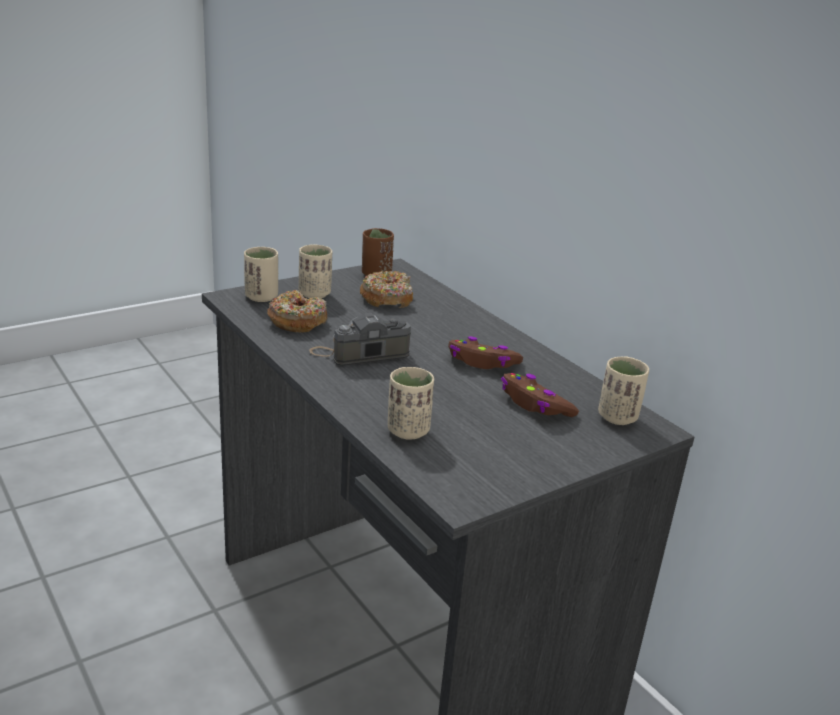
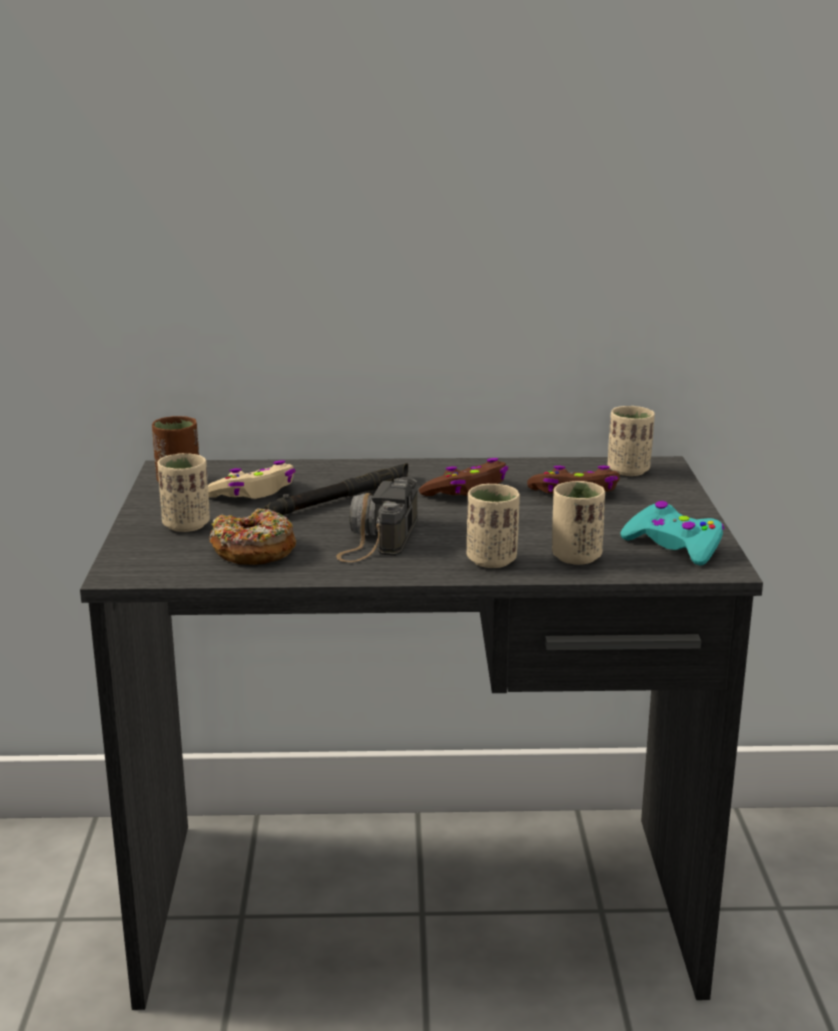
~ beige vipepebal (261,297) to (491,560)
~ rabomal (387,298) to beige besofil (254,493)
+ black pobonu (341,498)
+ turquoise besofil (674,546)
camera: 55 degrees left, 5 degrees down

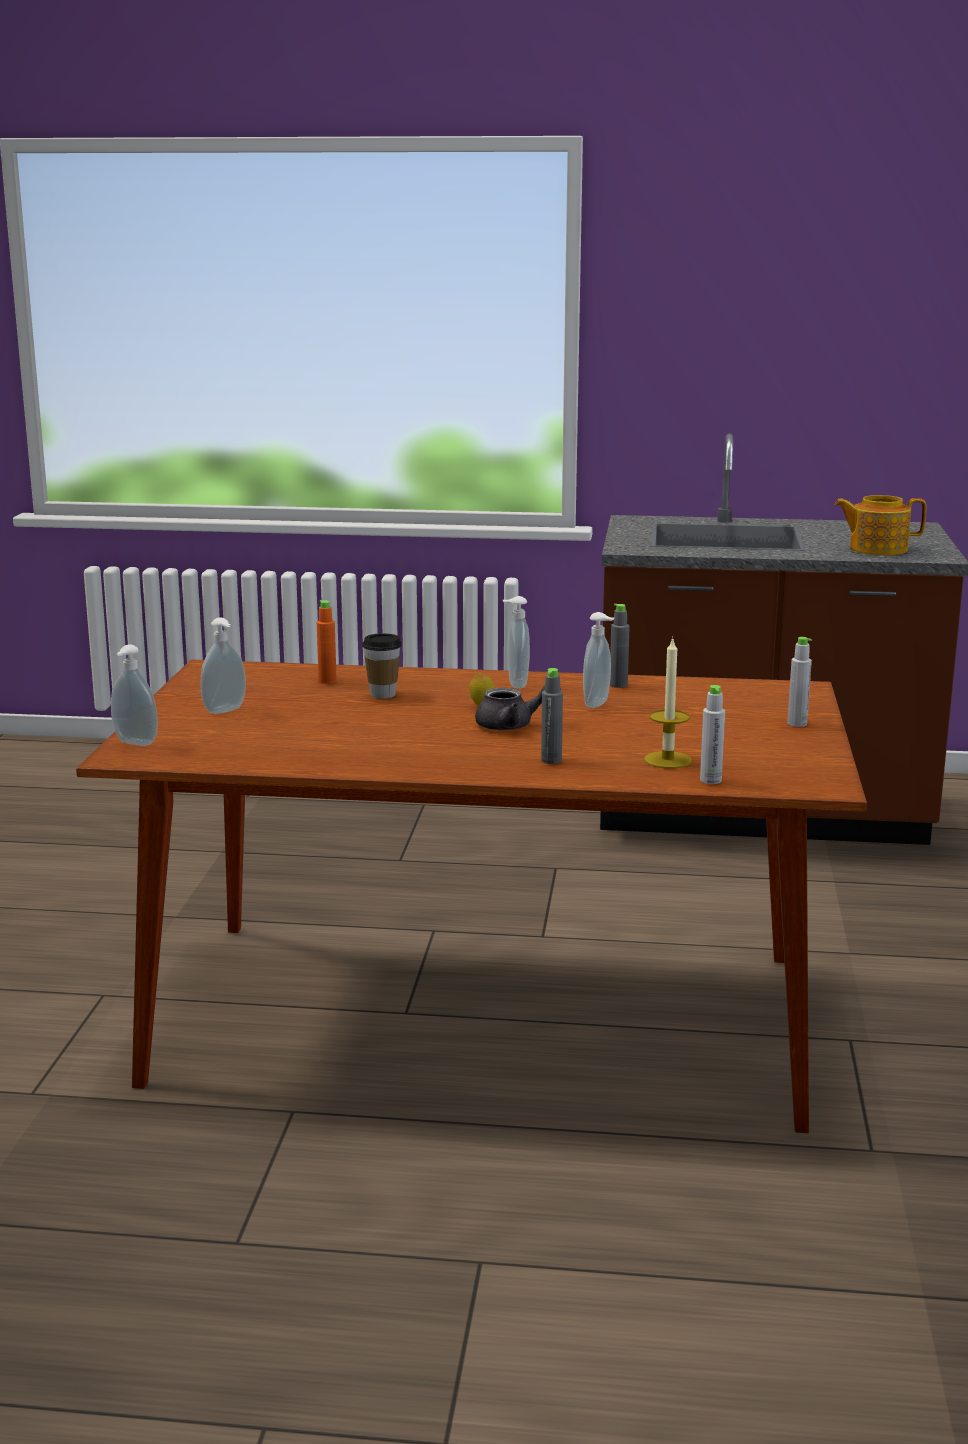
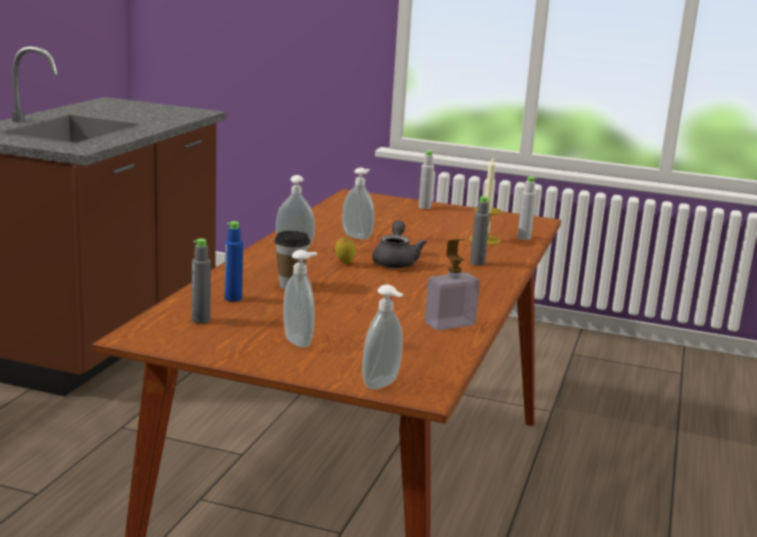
- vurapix (877,549)
~ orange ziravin (327,681) to blue ziravin (233,298)
~ grey ziravin (618,685) to (201,320)
+ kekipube (450,324)
camera: 80 degrees left, 0 degrees up

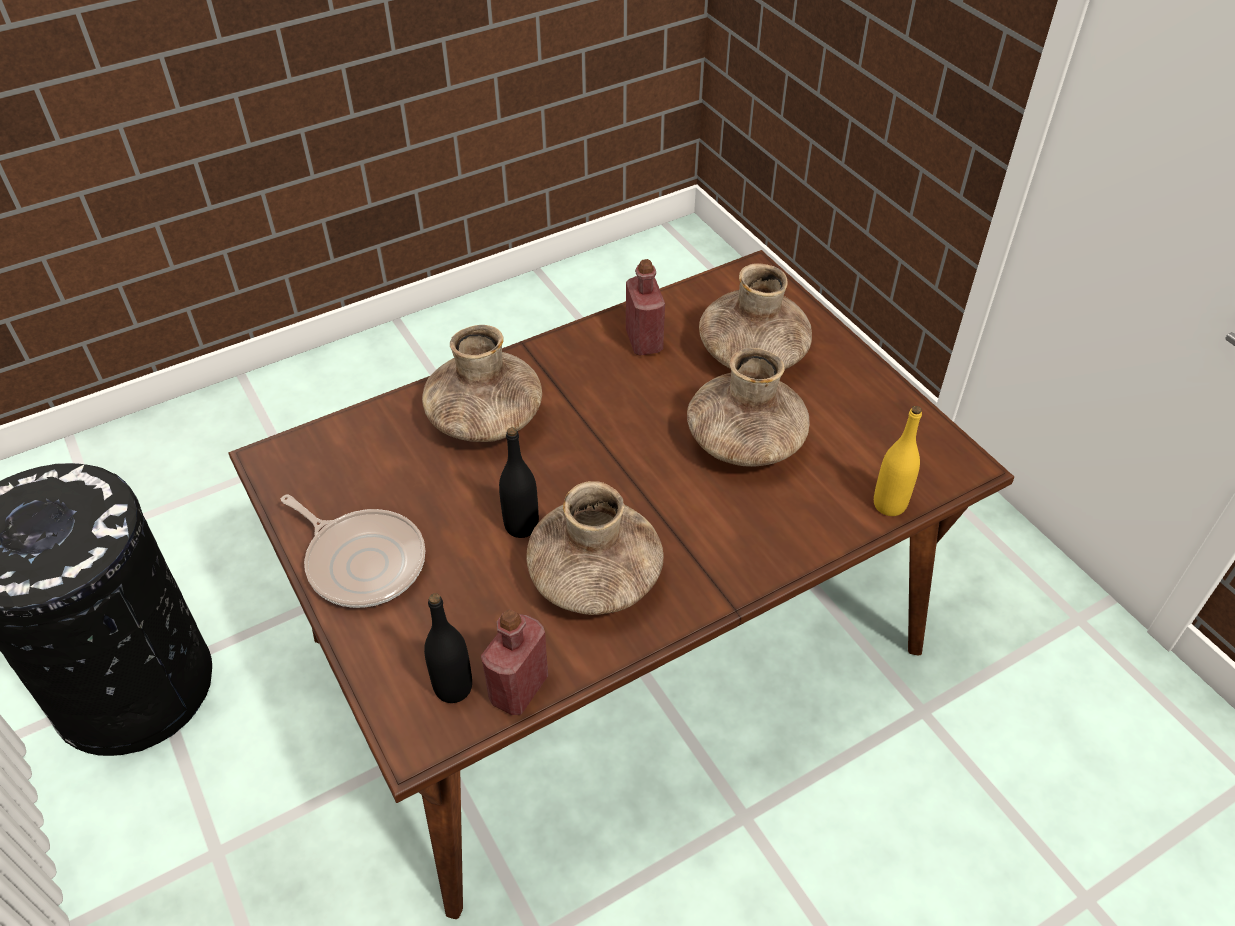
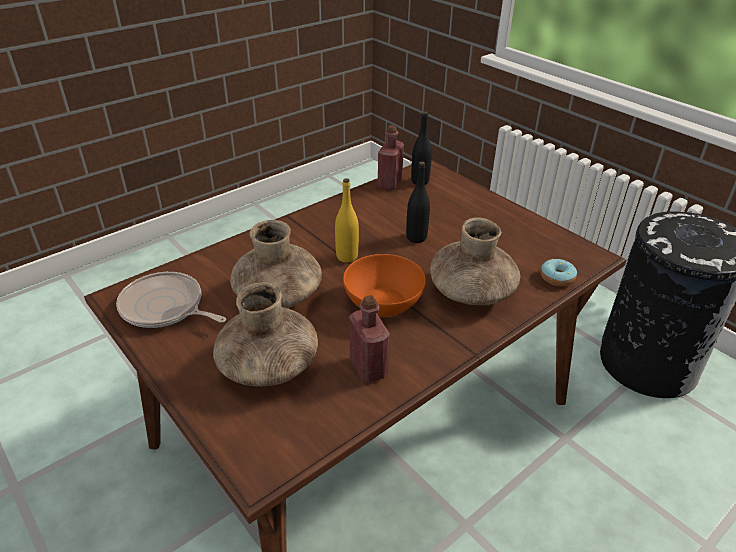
~ yellow ziravin (889,504) to (347,257)
- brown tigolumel (595,578)
~ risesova (362,561) to (165,307)
+ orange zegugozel (384,302)
+ rabomal (557,278)
camera: 170 degrees right, 10 degrees down

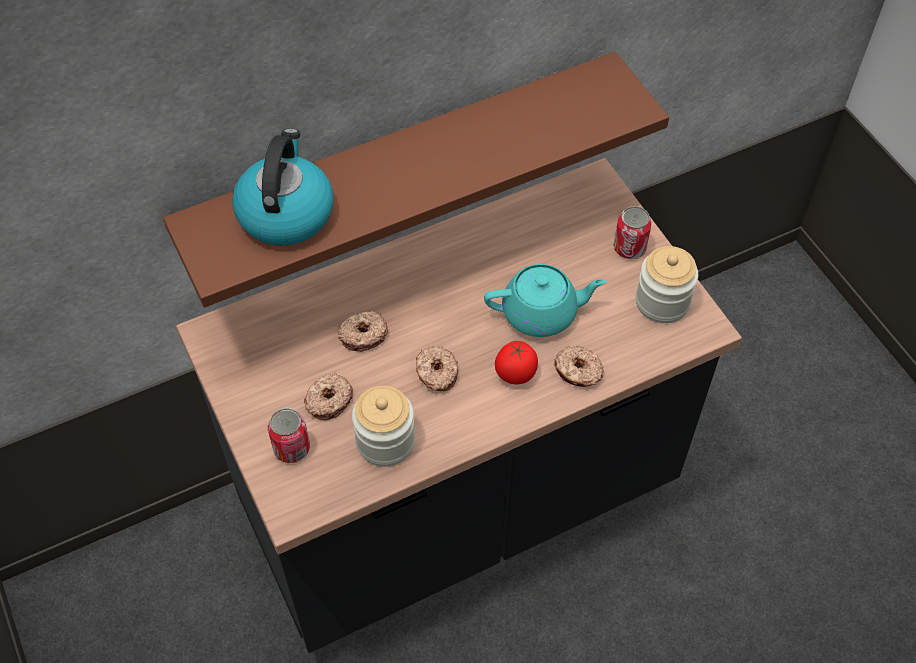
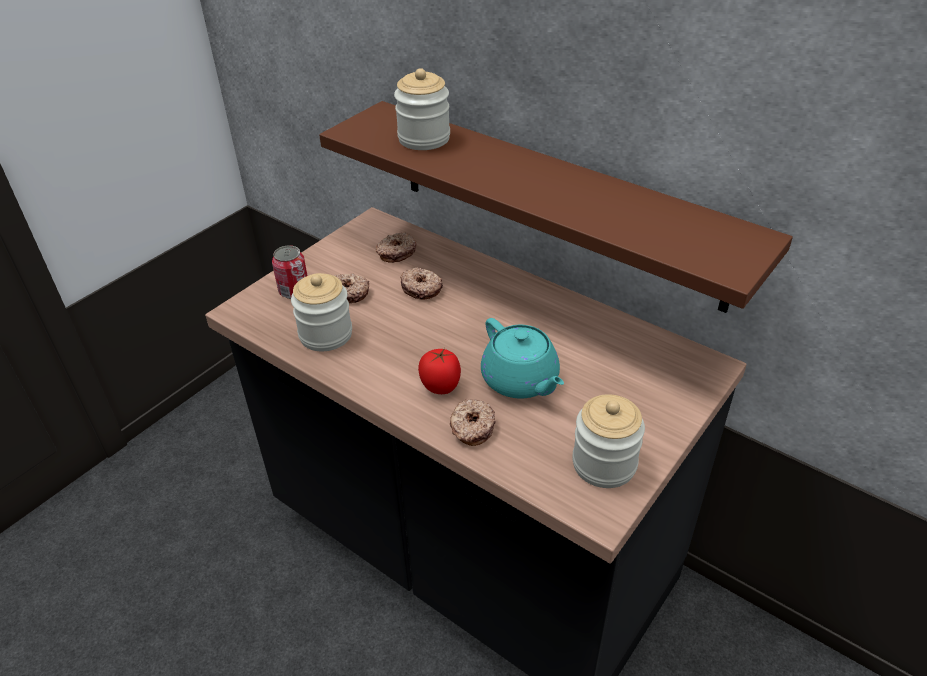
~ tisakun (285,212) to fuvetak (424,139)
- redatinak (629,248)
~ rabomal (436,373) to (396,252)
camera: 65 degrees right, 15 degrees down

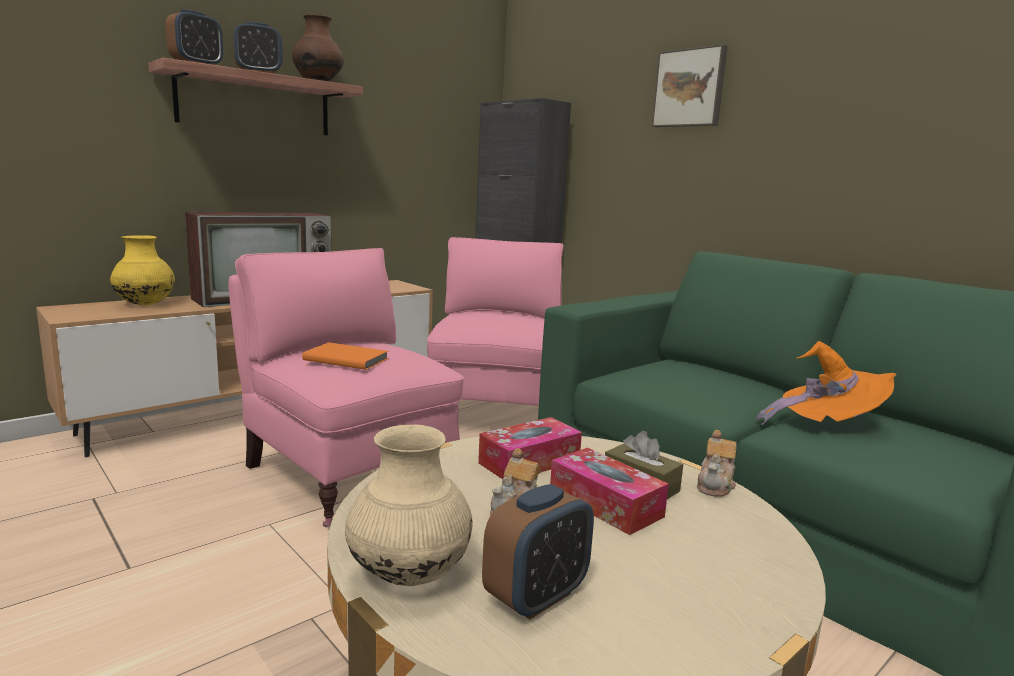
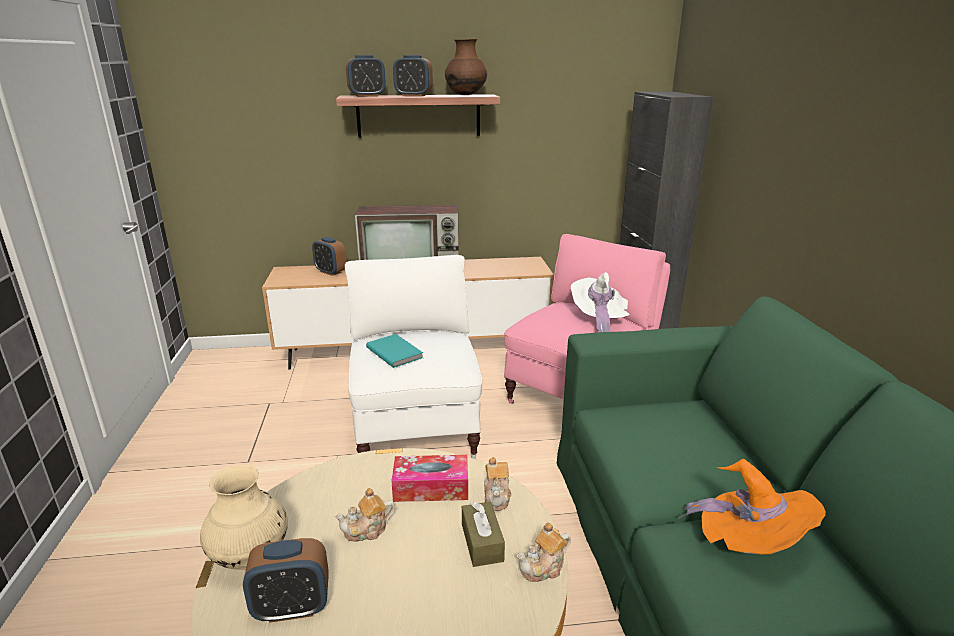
- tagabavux (690,88)
~ yellow tigolumel (145,304) to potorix (330,272)
~ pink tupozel (347,473) to white tupozel (416,426)
~ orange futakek (346,359) to turquoise futakek (395,352)
- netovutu (605,504)
+ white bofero (598,319)
+ vurapix (497,496)
camera: 35 degrees right, 10 degrees up

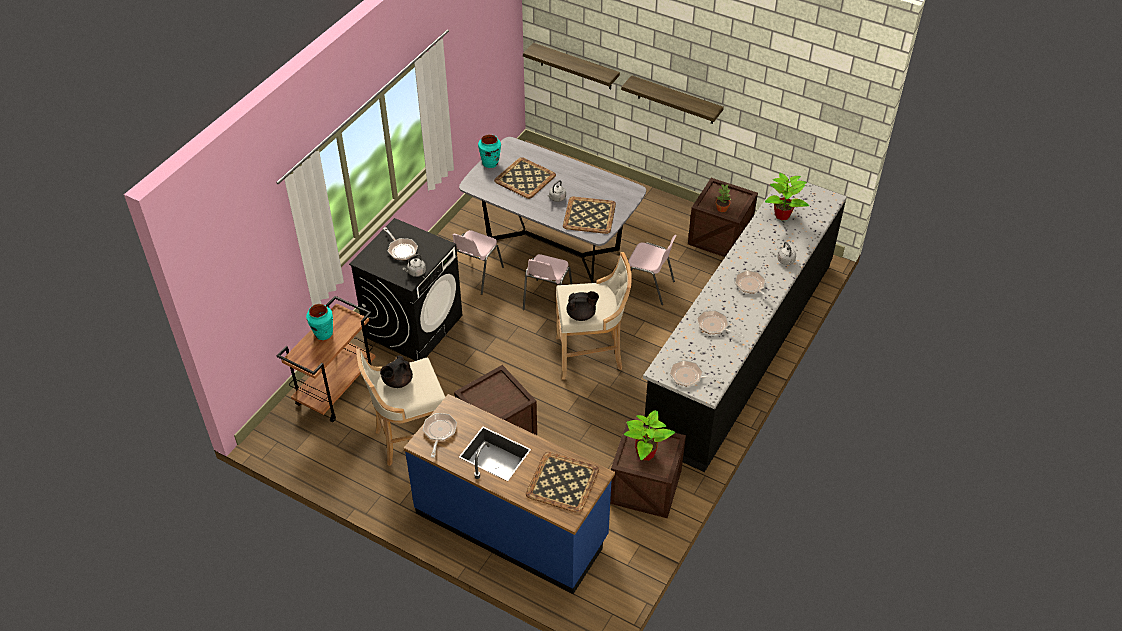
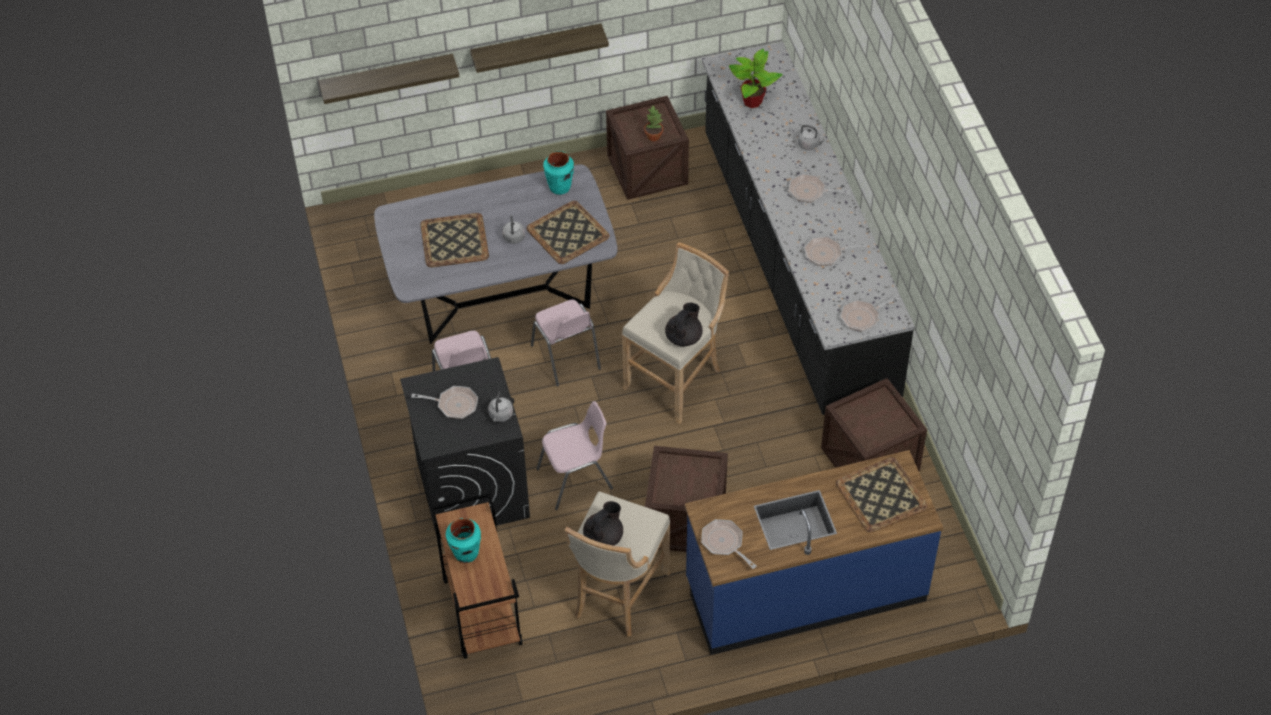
~ turquoise tigolumel (490,163) to (559,187)
~ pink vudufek (648,287) to (576,479)
~ black vurapix (397,382) = (604,537) 135 degrees counterclockwise
- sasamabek (645,454)
camera: 45 degrees left, 5 degrees up

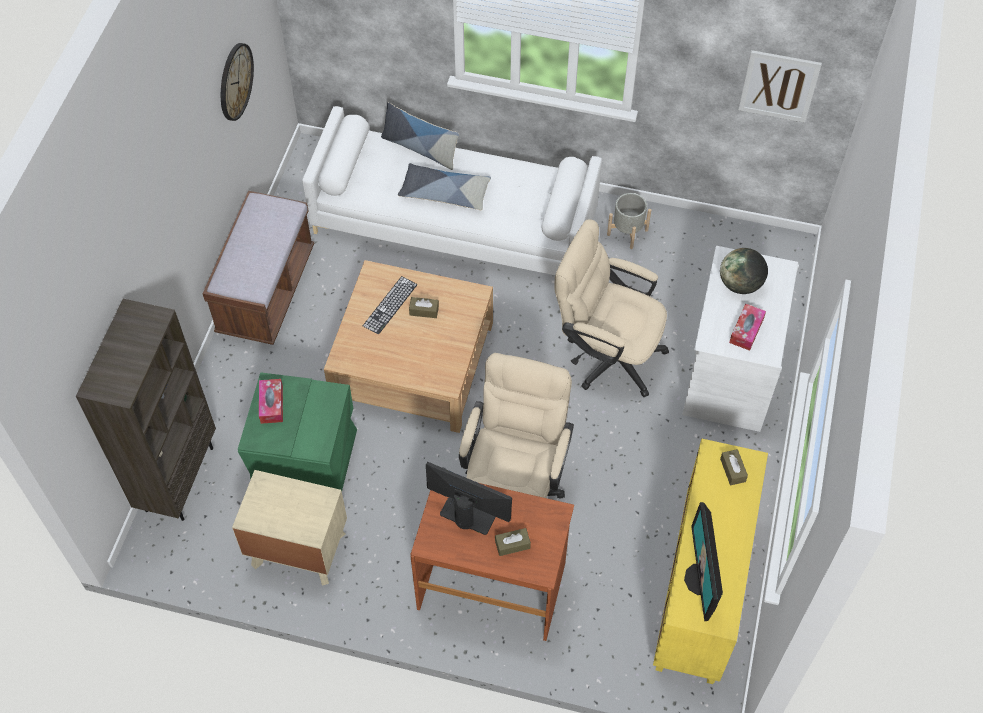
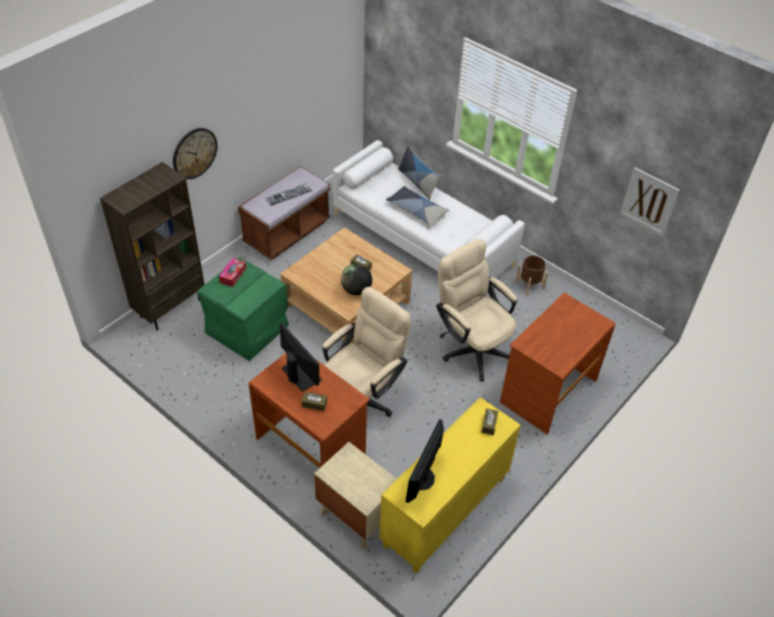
~ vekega (235,81) to (194,153)
~ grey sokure (627,232) to brown sokure (529,285)
~ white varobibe (729,372) to brown varobibe (547,390)
~ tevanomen (740,284) to (356,290)
~ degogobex (390,305) to (288,194)
- netovutu (746,330)
~ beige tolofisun (298,549) to (356,515)
camera: 25 degrees right, 10 degrees down

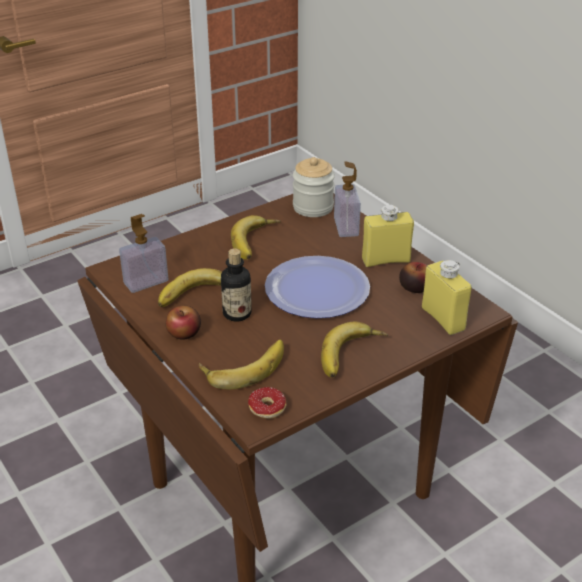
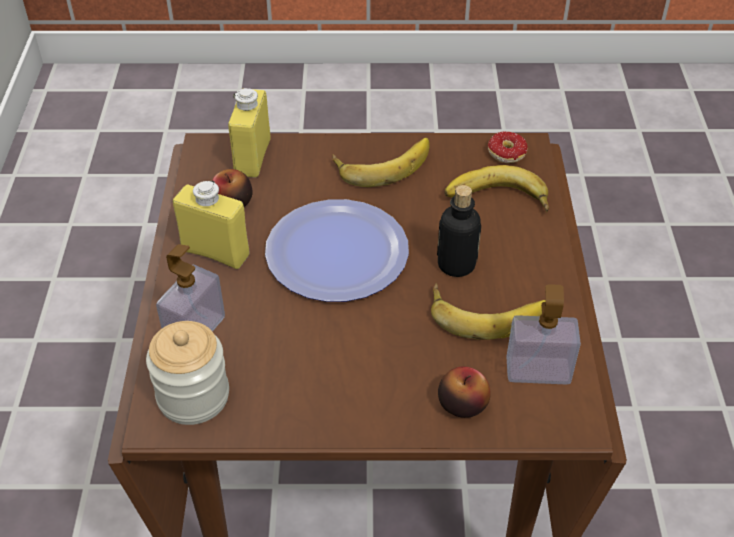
- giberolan (257,242)
~ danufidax (184,333) to (462,404)
camera: 145 degrees left, 10 degrees up

